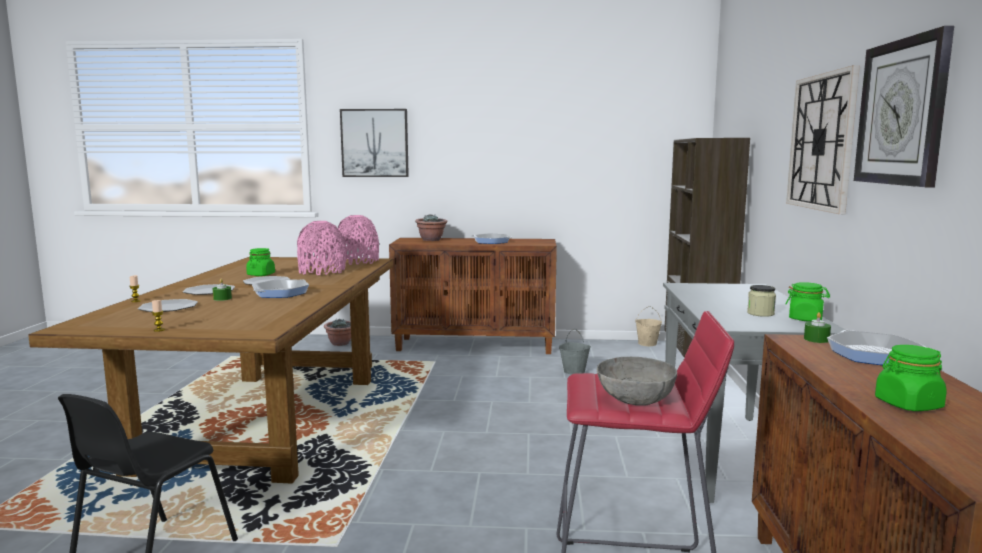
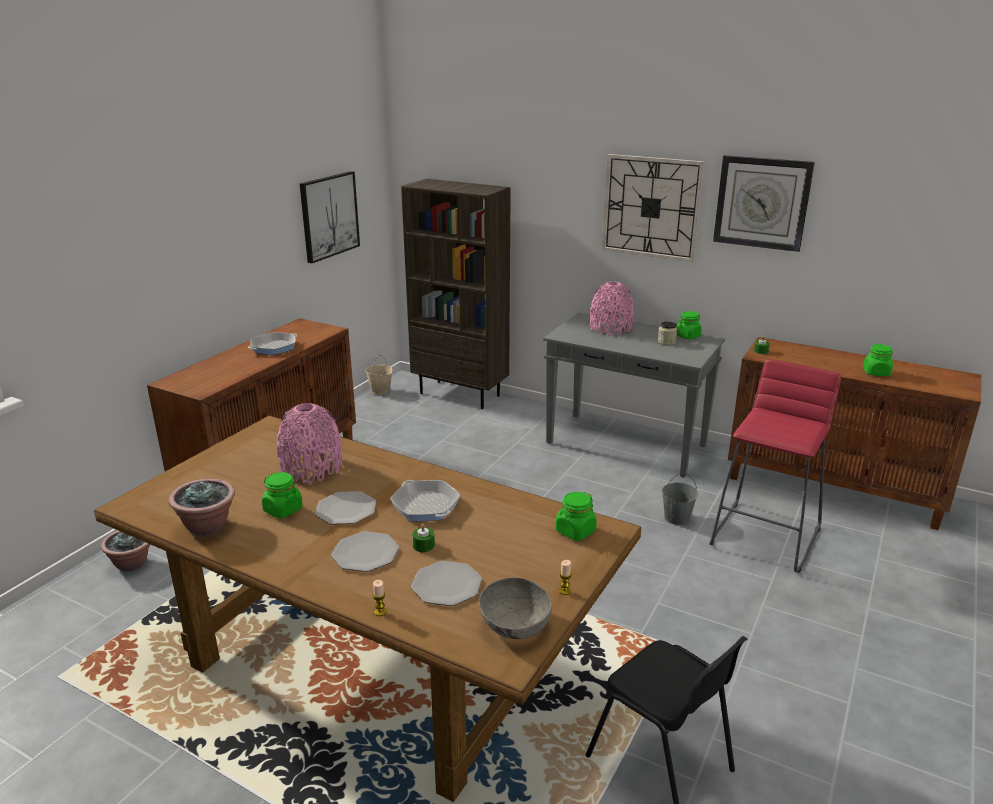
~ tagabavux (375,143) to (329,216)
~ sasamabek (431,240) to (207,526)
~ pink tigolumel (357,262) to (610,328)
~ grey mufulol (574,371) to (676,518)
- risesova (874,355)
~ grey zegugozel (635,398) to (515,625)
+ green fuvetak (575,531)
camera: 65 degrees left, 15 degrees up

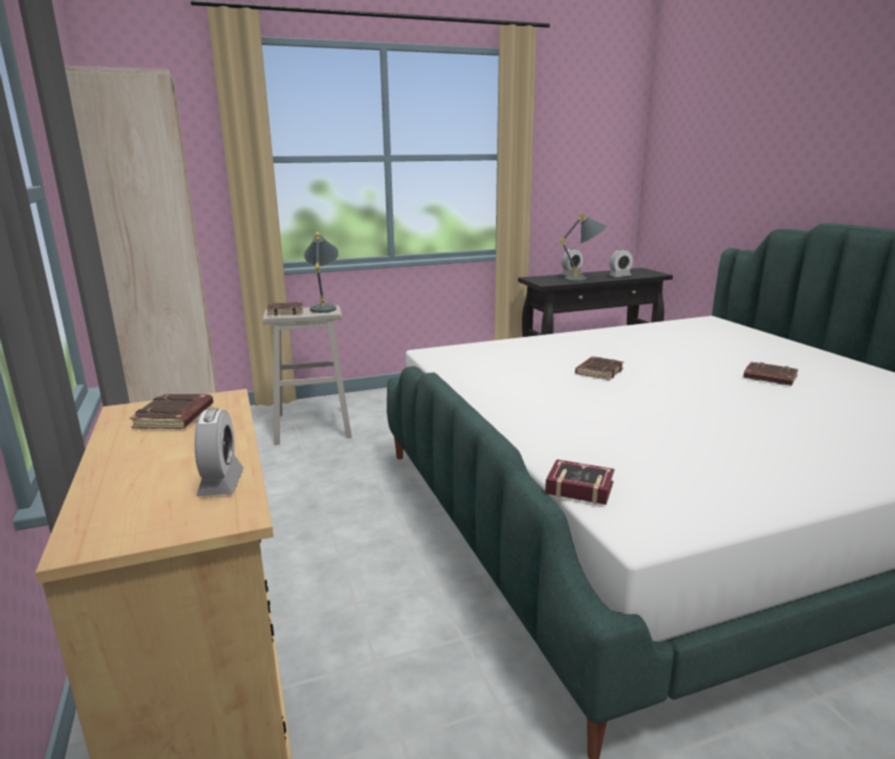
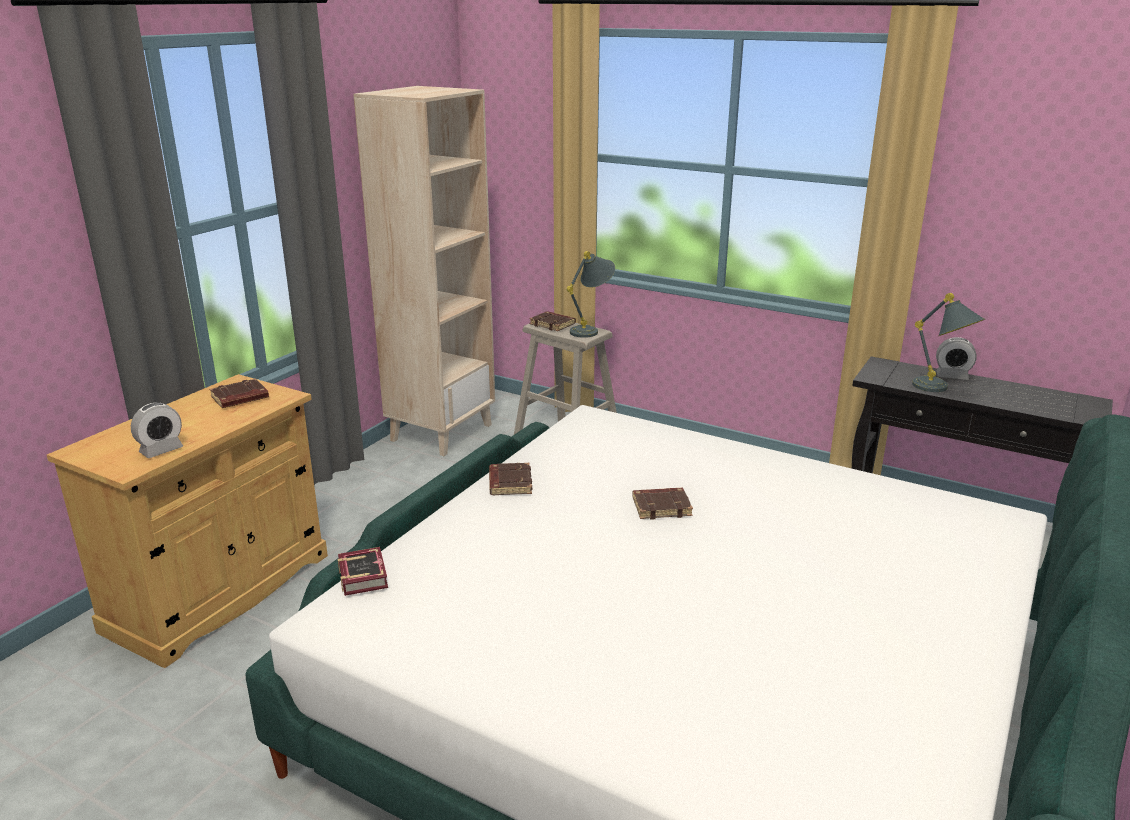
- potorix (620,276)
~ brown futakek (769,378) to (509,483)
camera: 50 degrees right, 5 degrees up

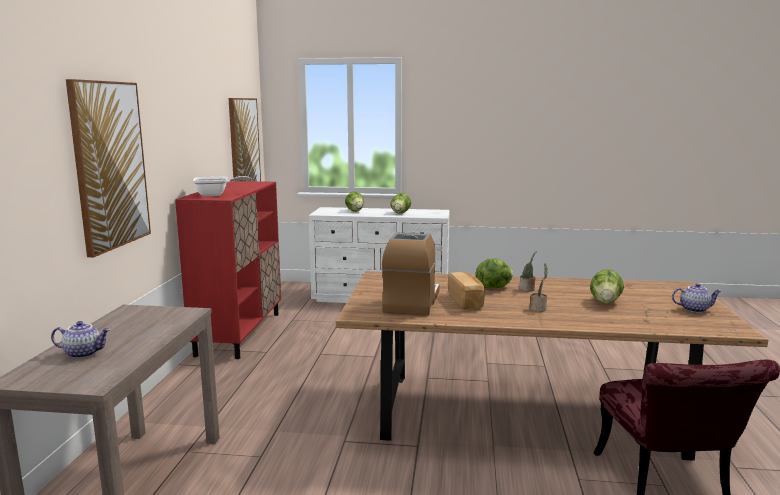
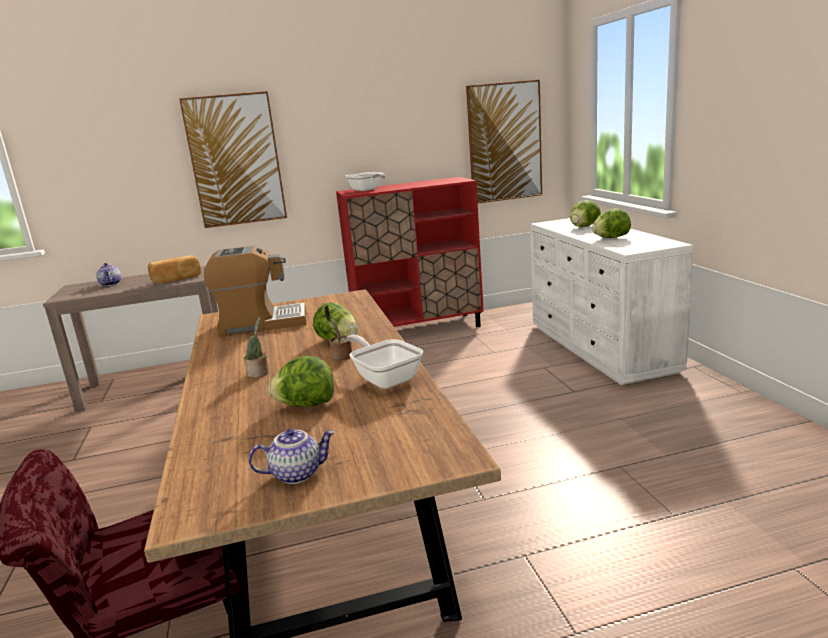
~ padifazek (466,301) to (177,279)
~ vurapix (694,309) = (297,473) 90 degrees counterclockwise
+ risesova (385,378)
camera: 70 degrees right, 5 degrees up

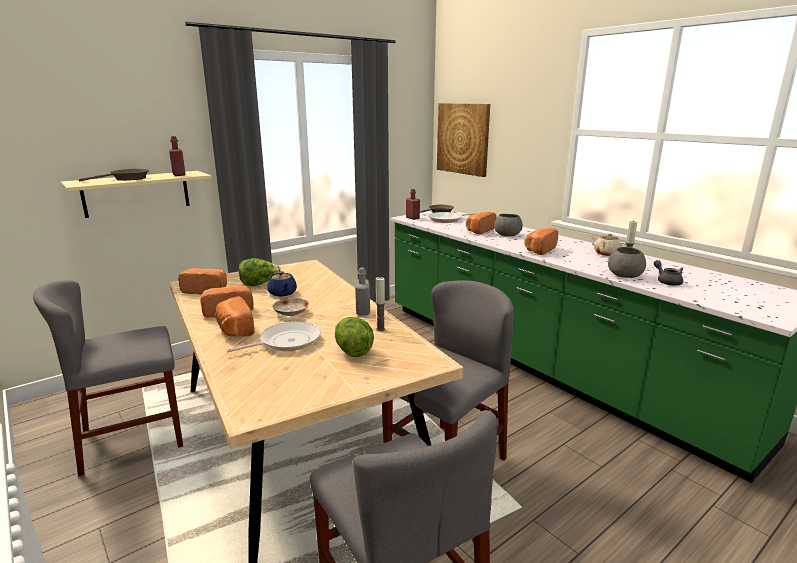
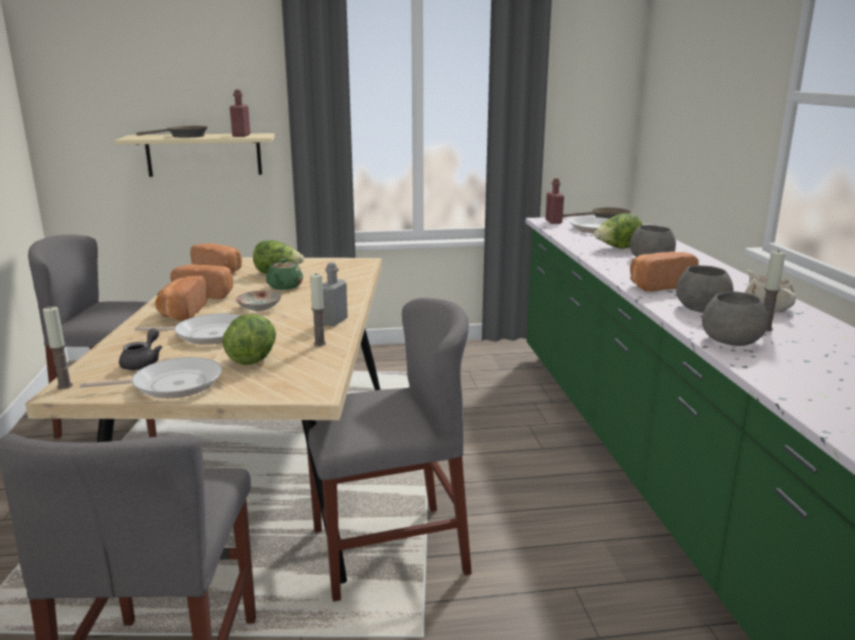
- tagabavux (463,138)
~ padifazek (479,230) to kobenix (617,248)
~ grey vurapix (667,281) to (143,363)
~ blue vurapix (282,293) to green vurapix (284,287)
+ grey zegugozel (702,309)
+ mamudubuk (64,386)
+ risesova (172,384)
camera: 30 degrees right, 0 degrees up

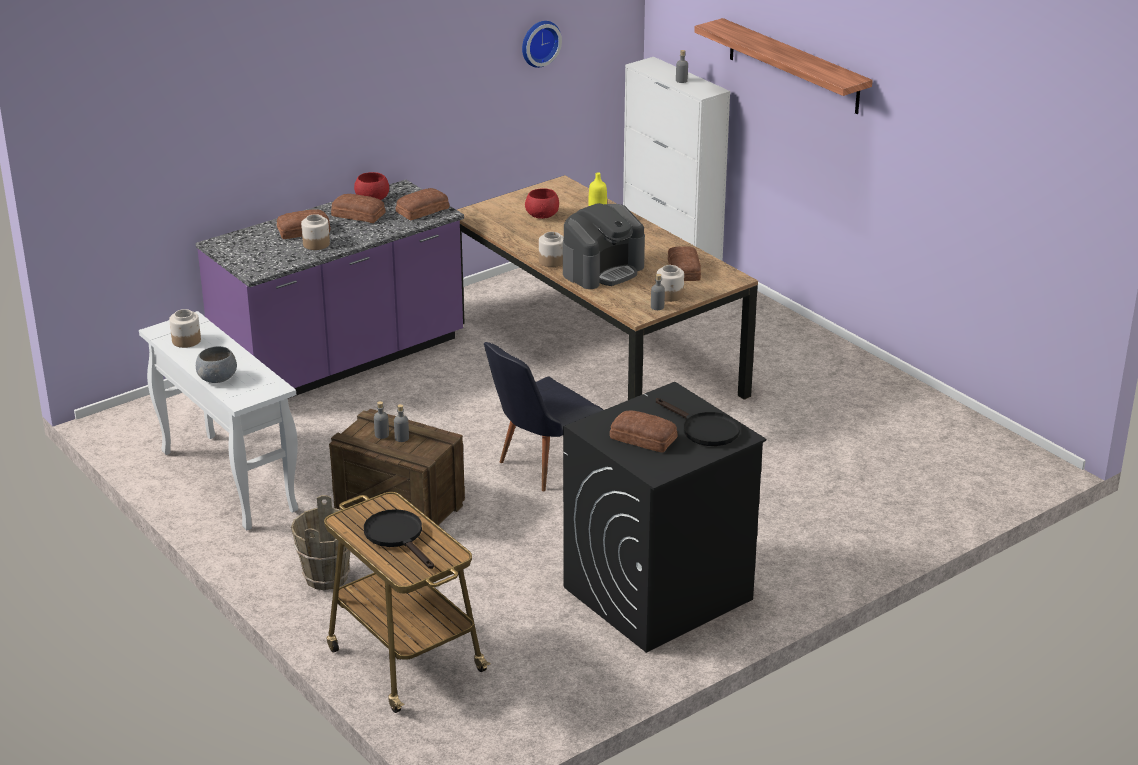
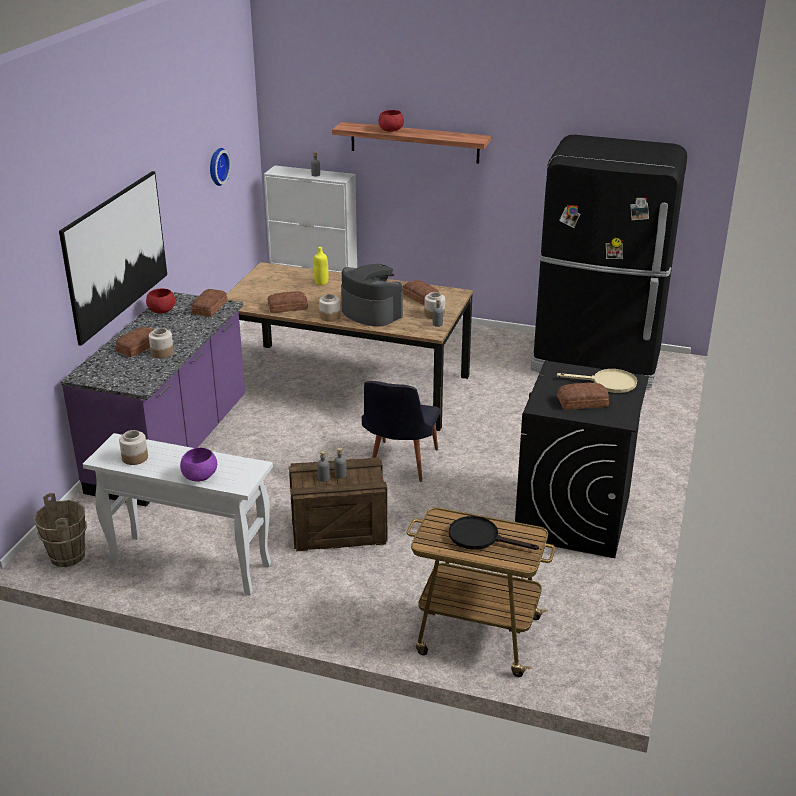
~ red zegugozel (542,215) to (390,130)
~ padifazek (358,214) to (287,307)
~ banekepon (603,270) = (371,312) 60 degrees counterclockwise
~ grey zegugozel (217,378) to purple zegugozel (199,476)
~ black risesova (704,429) to beige risesova (607,383)
~ brown mufulol (327,577) to (68,556)
+ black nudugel (596,362)
+ tagabavux (116,254)
camera: 35 degrees left, 0 degrees up

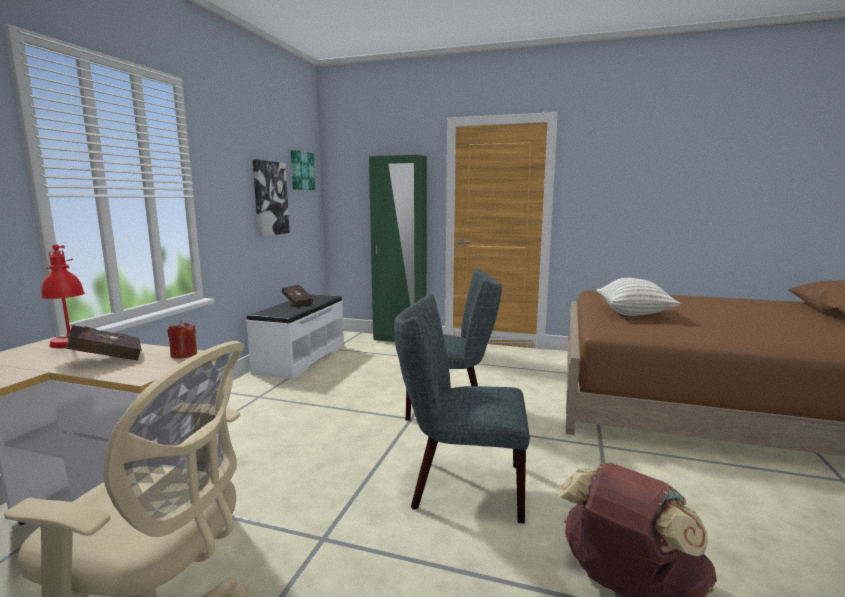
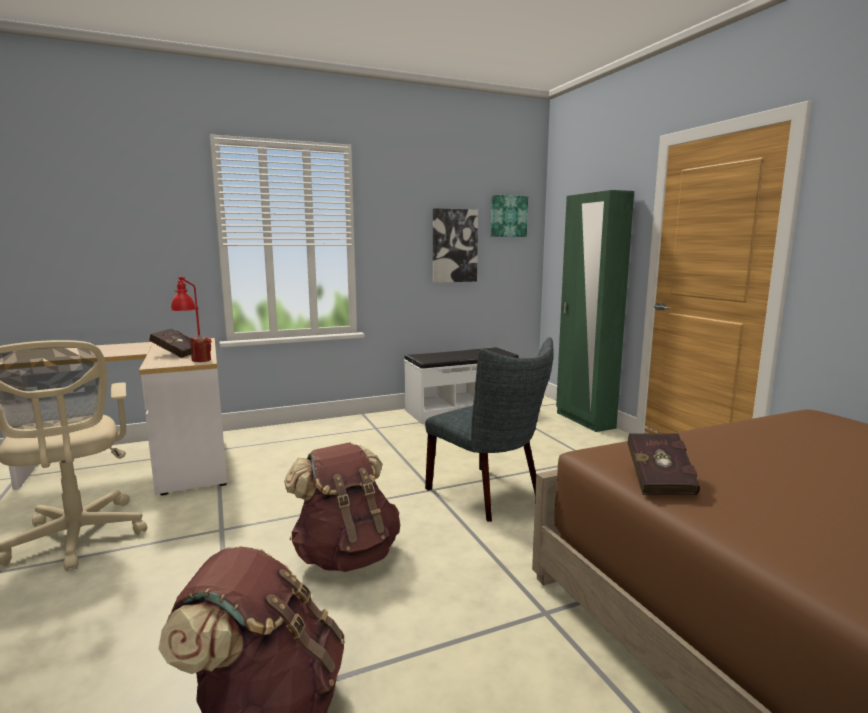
- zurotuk (633,314)
~ red futakek (297,302) to (659,480)
~ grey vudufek (460,486) to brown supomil (346,555)
camera: 50 degrees right, 0 degrees up

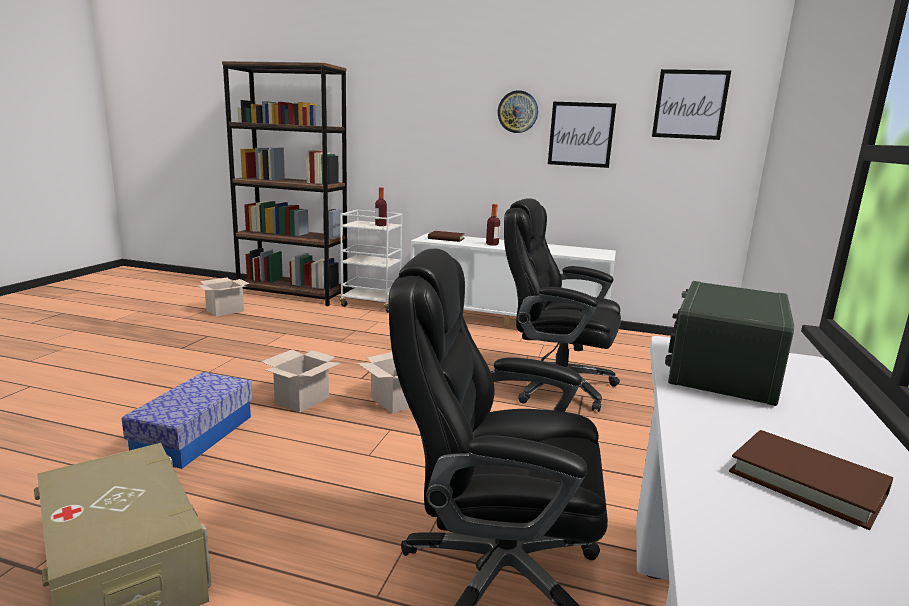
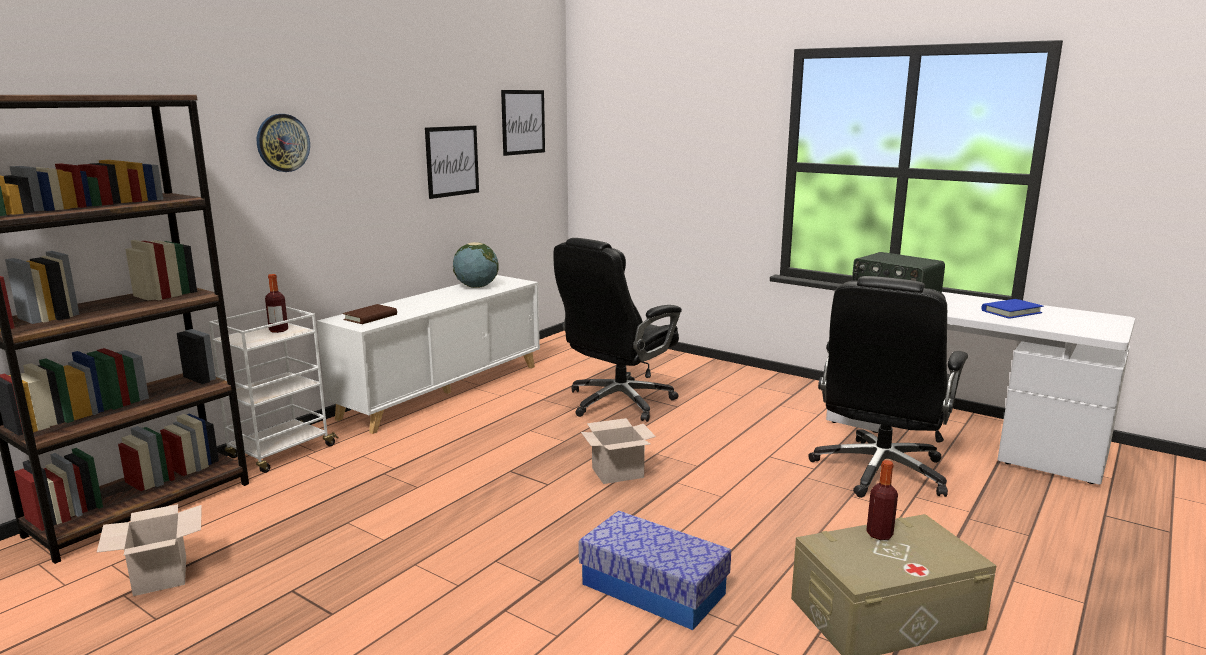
~ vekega (518,112) to (282,143)
~ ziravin (492,244) to (879,534)
- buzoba (302,399)
~ brown futakek (807,482) to blue futakek (1011,312)
+ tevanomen (476,286)
camera: 70 degrees left, 0 degrees up

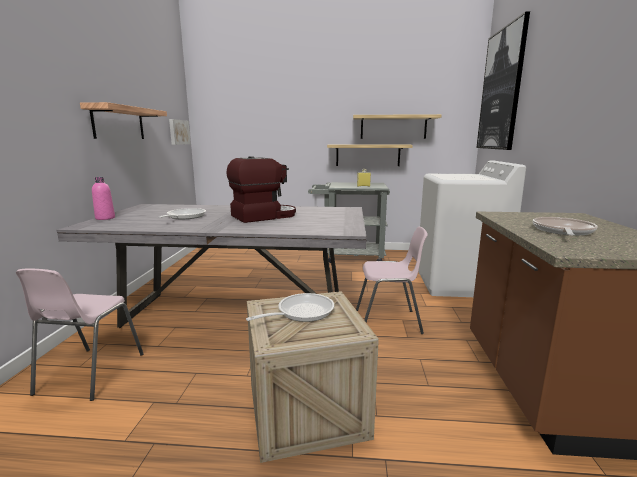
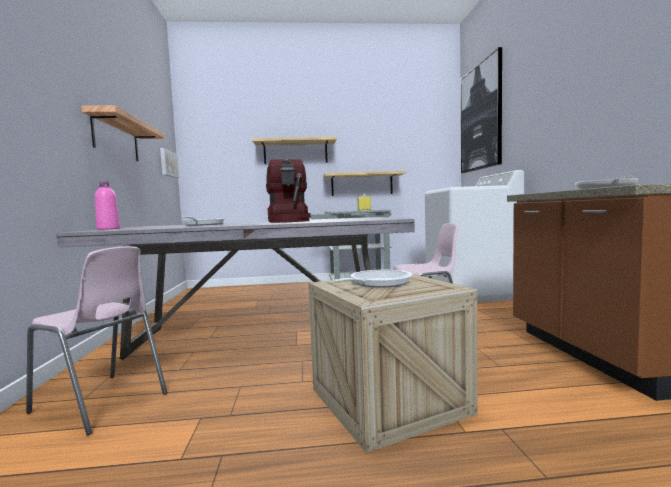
~ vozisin (393,127) to (295,152)
~ banekepon (263,216) = (289,221) 120 degrees clockwise
~ pink vudufek (89,374) = (101,403) 60 degrees counterclockwise
camera: 10 degrees left, 10 degrees down

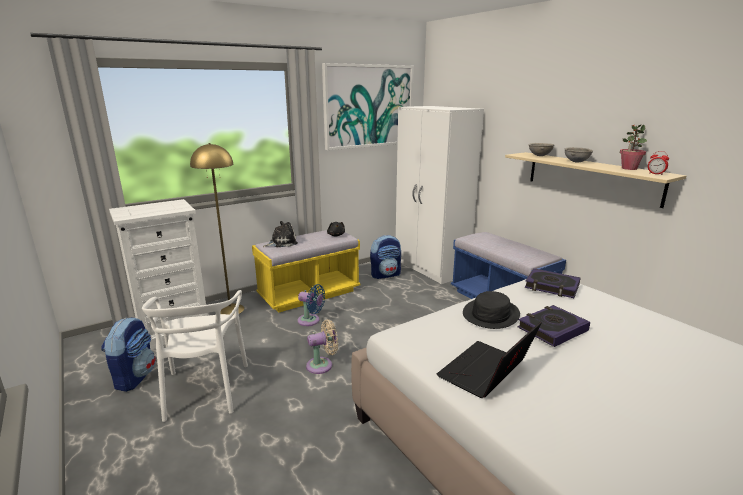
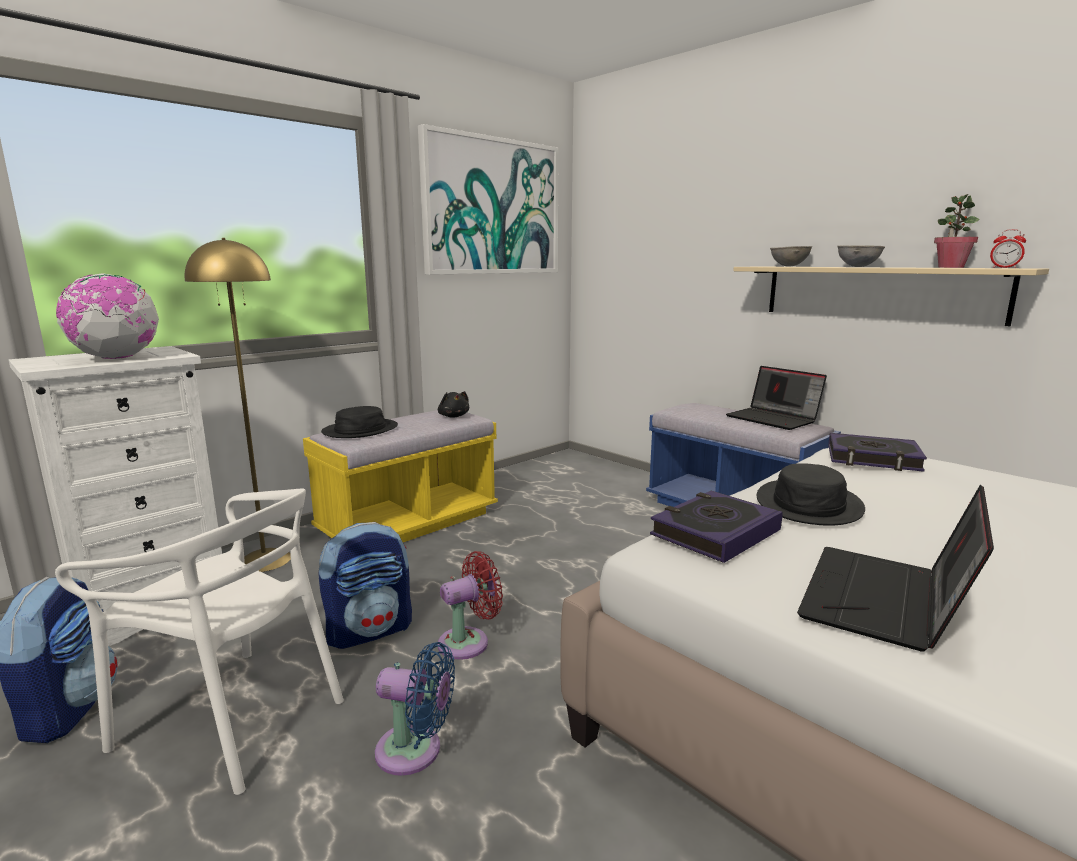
- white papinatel (431,268)
~ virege (281,243) to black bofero (360,430)
~ supomil (385,275) to (370,630)
~ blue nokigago (310,321) to (415,751)
~ white vudufek (204,390) = (233,718) 45 degrees counterclockwise
~ futakek (552,329) to (715,533)
~ beige nokigago (322,365) to red nokigago (468,642)
+ tevanomen (116,358)
+ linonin (774,419)
camera: 10 degrees left, 5 degrees down

